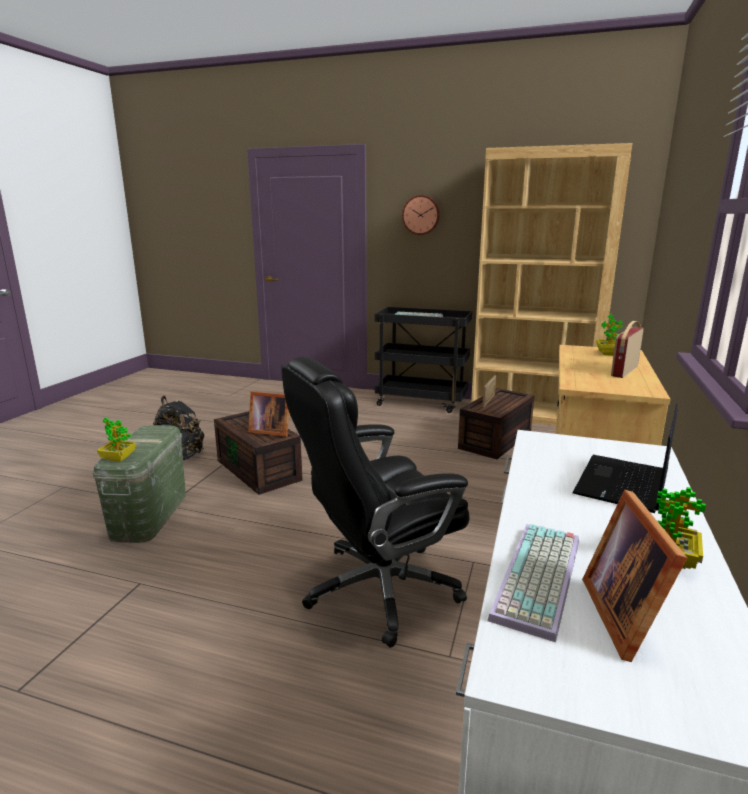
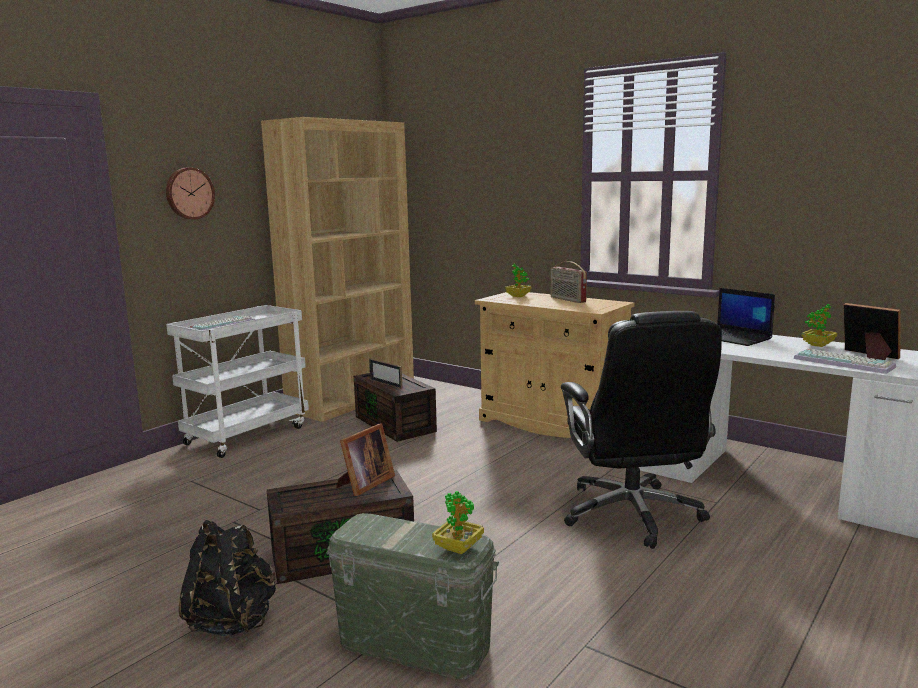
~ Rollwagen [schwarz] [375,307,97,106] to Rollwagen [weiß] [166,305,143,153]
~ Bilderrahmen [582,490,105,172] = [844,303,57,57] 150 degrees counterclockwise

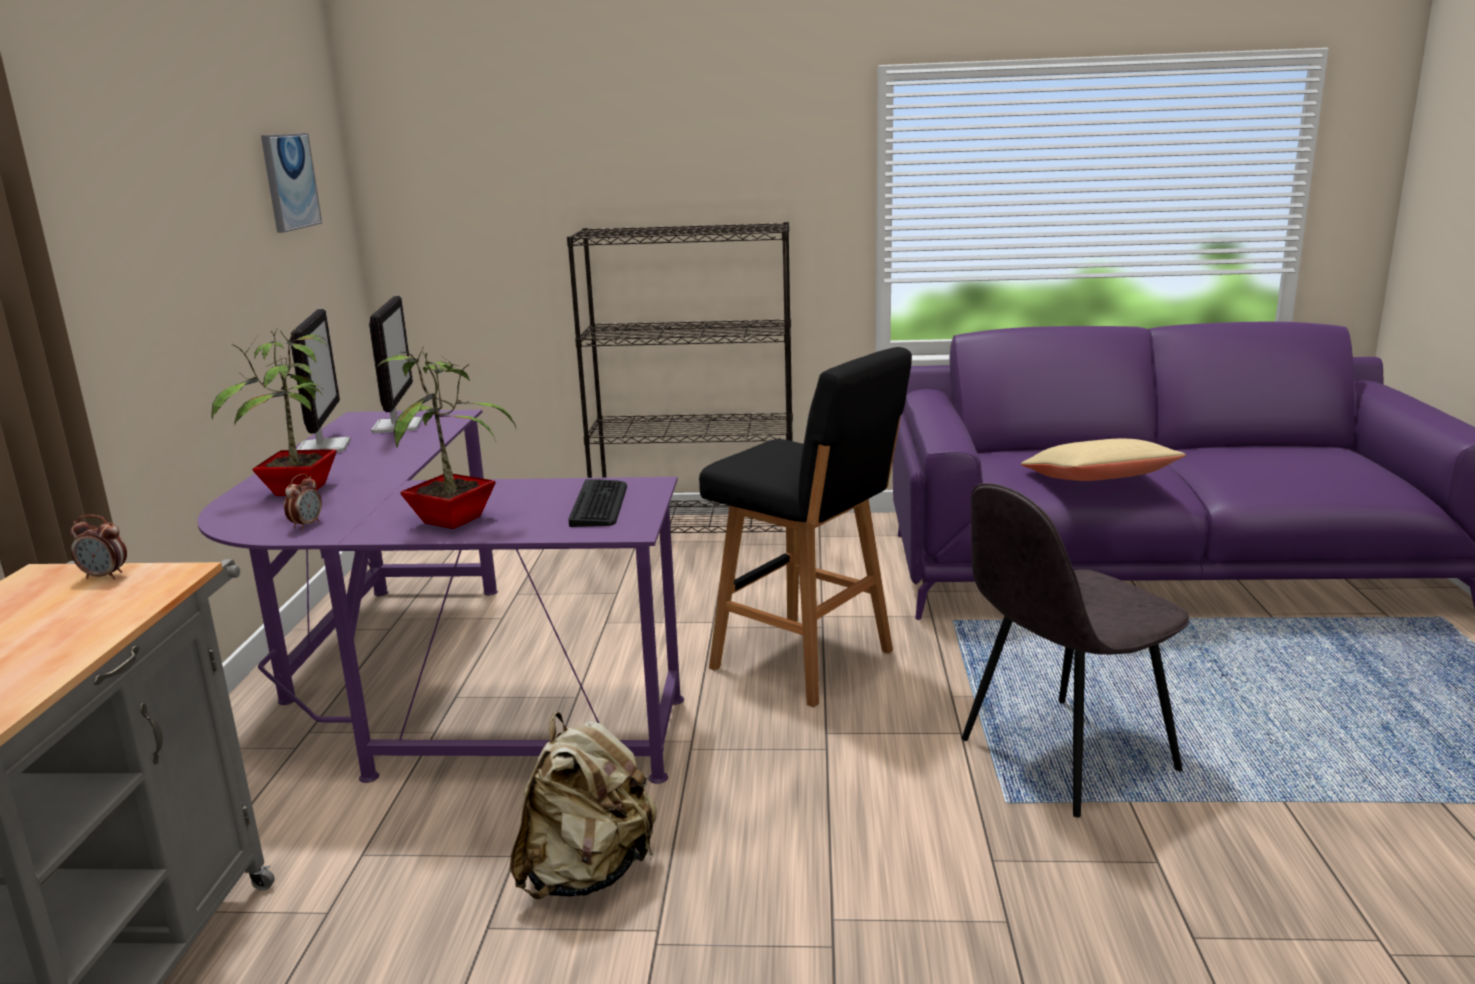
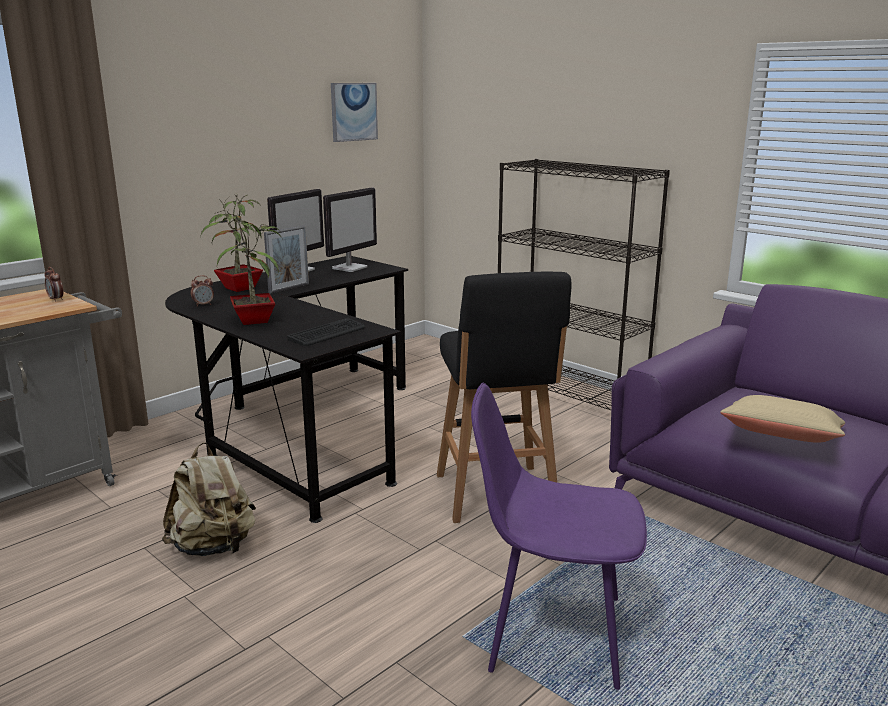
~ Schreibtisch [lila] [197,410,487,374] to Schreibtisch [schwarz] [165,256,243,267]
~ Stuhl [grau] [962,483,227,334] to Stuhl [lila] [471,383,176,307]
+ Bilderrahmen [264,225,45,69]

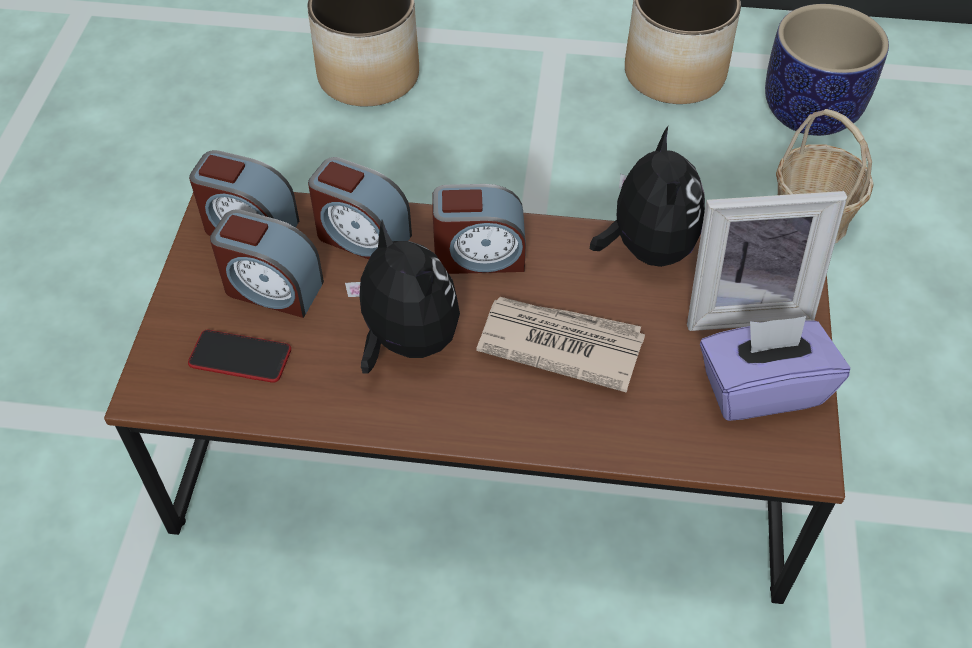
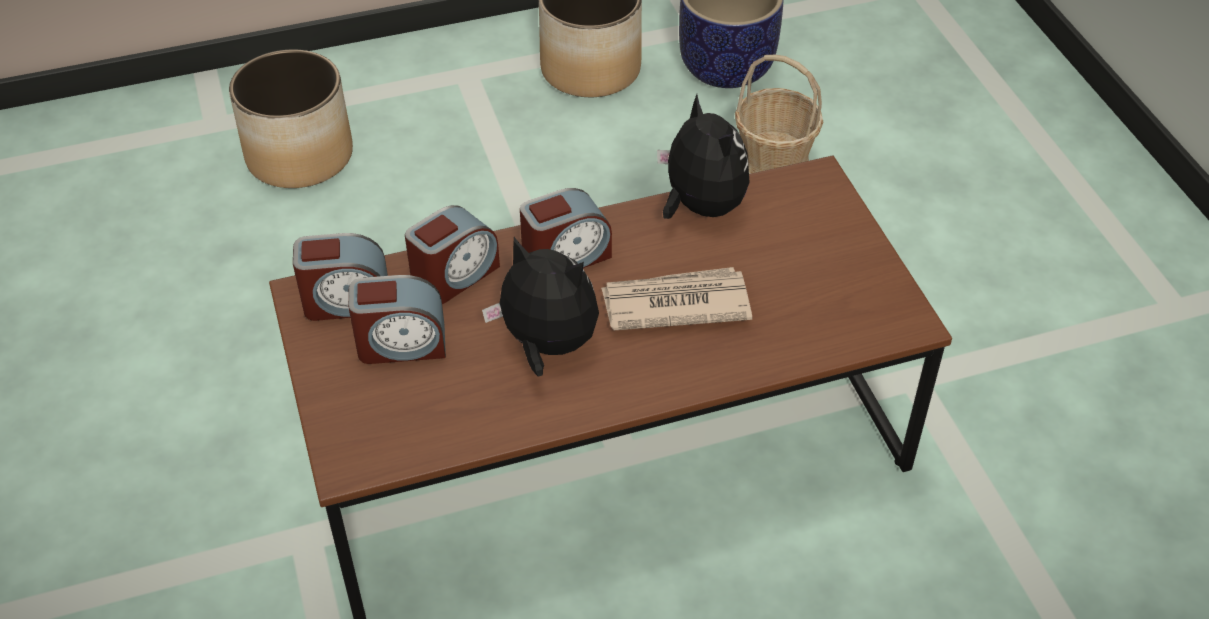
~ Wecker [308,157,104,102] = [405,205,95,99] 45 degrees counterclockwise
- Bilderrahmen [687,191,160,140]
- Taschentuchbox [lila] [700,316,150,105]
- Handy [188,330,103,53]

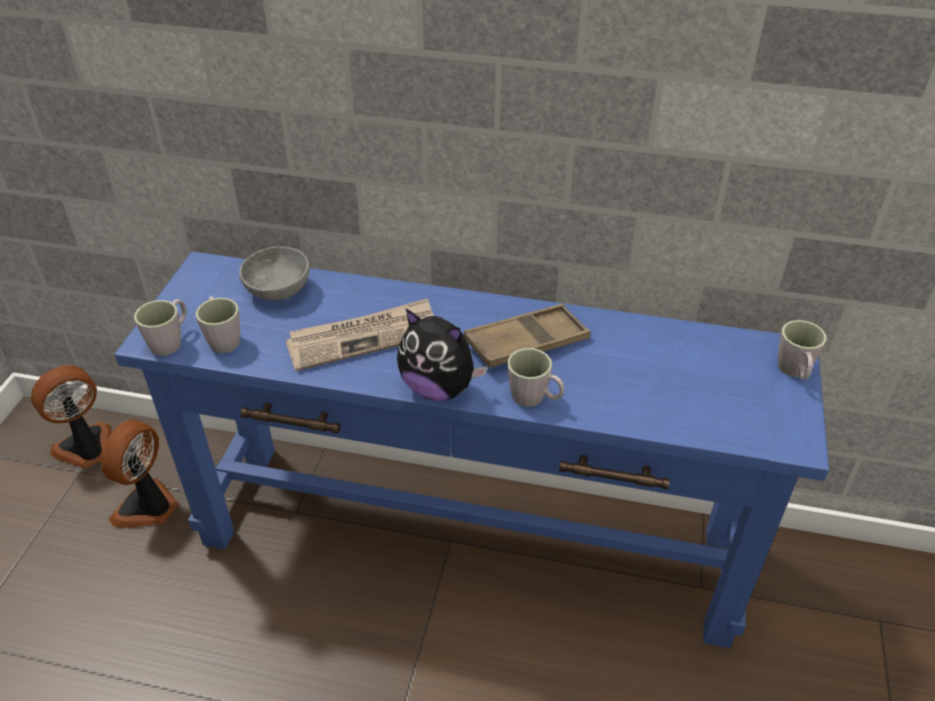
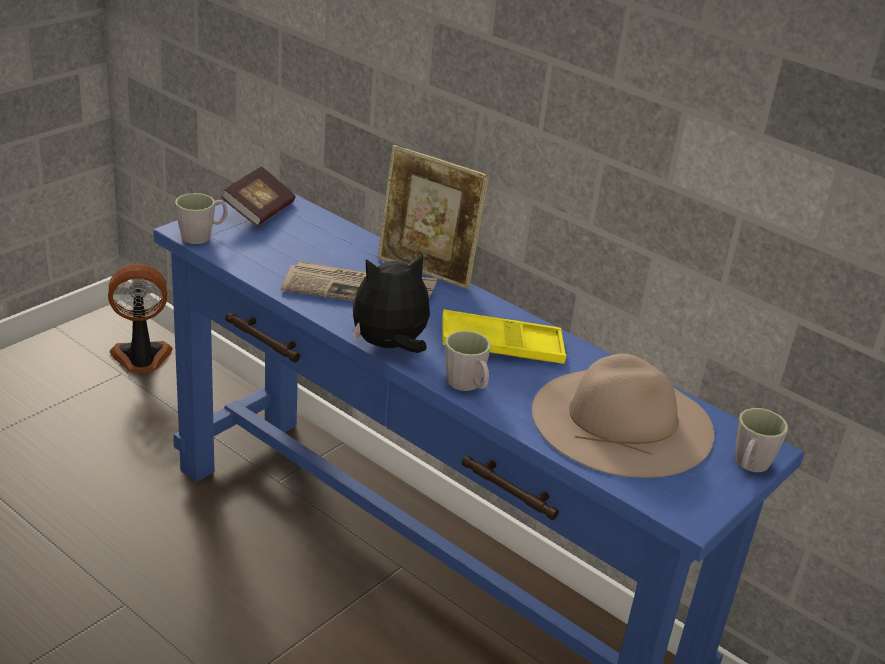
- Schüssel [grau] [239,246,71,54]
- Henkelbecher [grau] [196,297,44,56]
~ Tablett [braun] [464,304,127,64] to Tablett [gelb] [442,309,124,55]
~ Plüschtier [397,309,91,92] = [353,255,77,98] 105 degrees clockwise
- Ventilator [101,420,78,108]
+ Bilderrahmen [378,145,111,144]
+ Buch [221,166,74,60]
+ Hut [beige] [532,354,183,124]

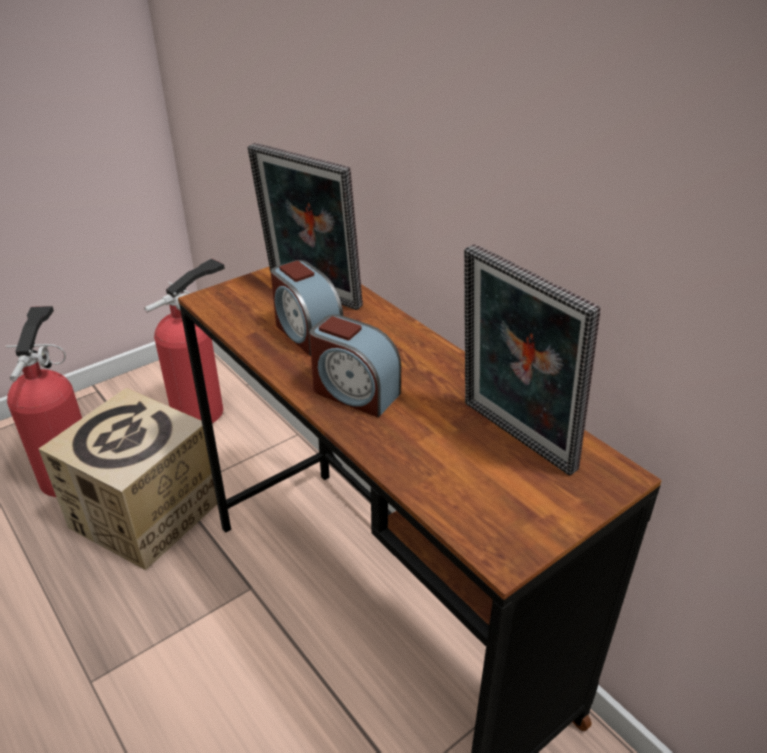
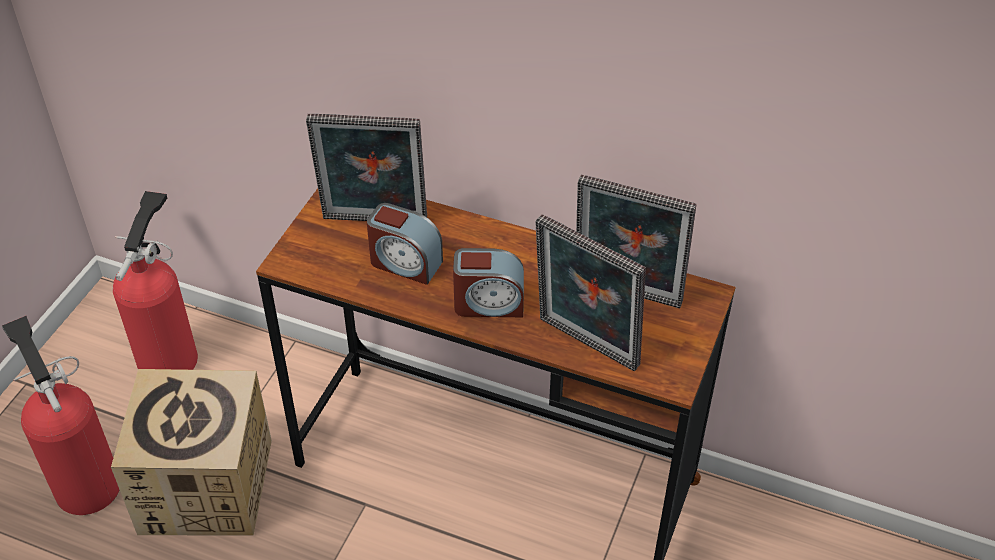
+ Bilderrahmen [536,214,110,157]

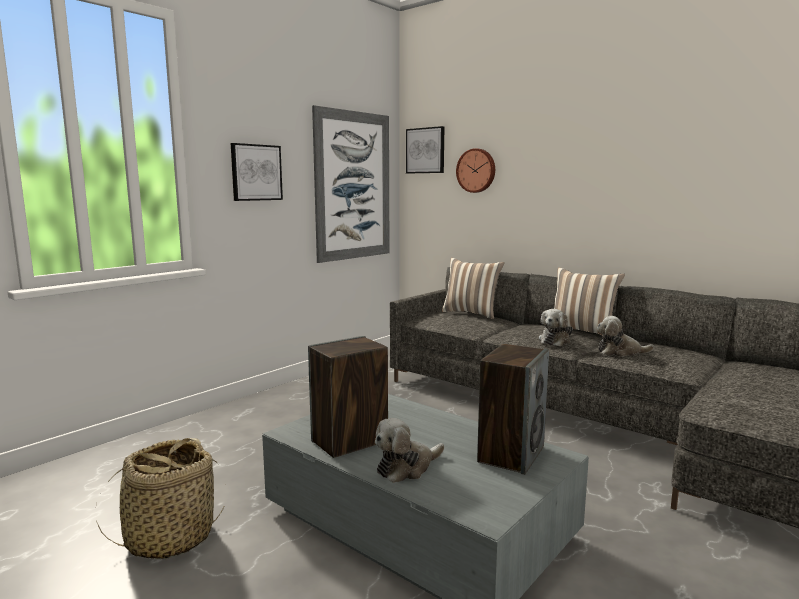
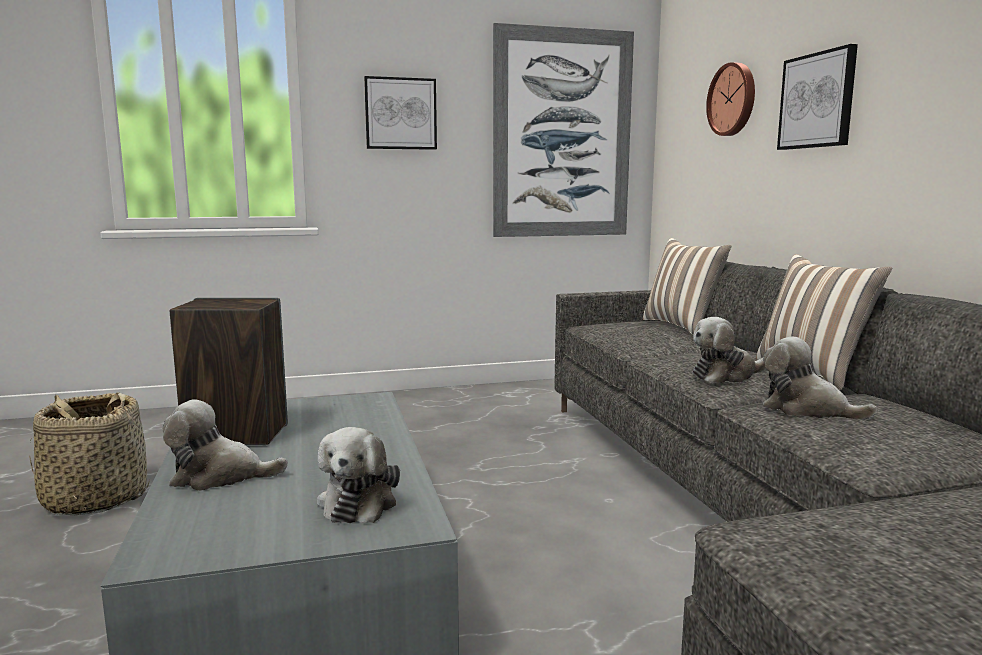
~ Bild [406,126,38,47] to [777,44,81,106]
~ Lautsprecher [477,344,72,131] to Plüschtier [317,427,83,96]

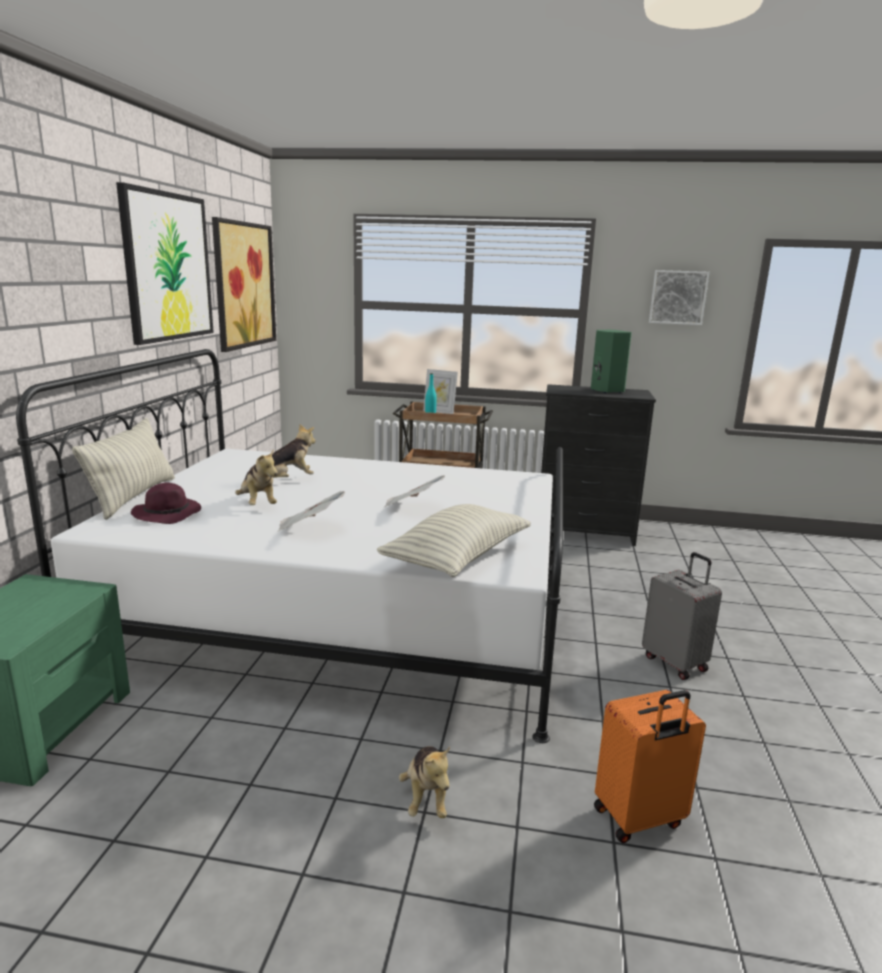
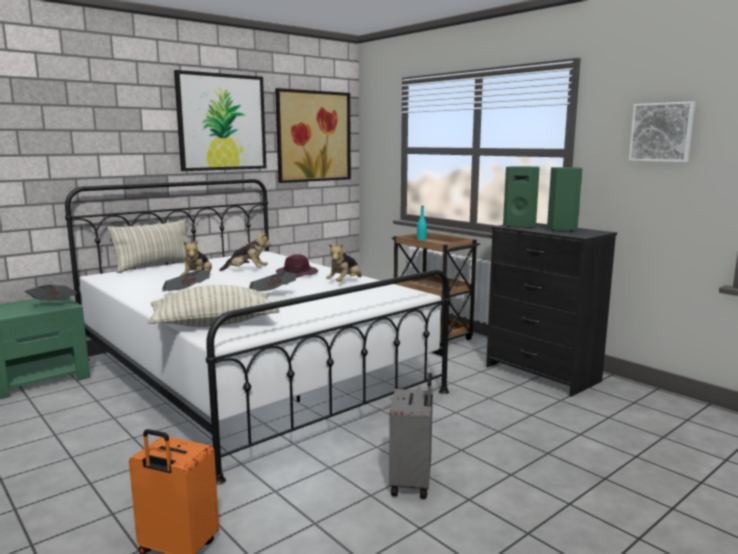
- Bilderrahmen [423,369,35,45]
~ Hut [lila] [131,483,70,41] to [276,254,42,24]
~ Plüschtier [399,746,51,72] to [326,243,36,39]
+ Lautsprecher [grün] [503,166,37,62]
+ Zeitung [24,285,53,16]

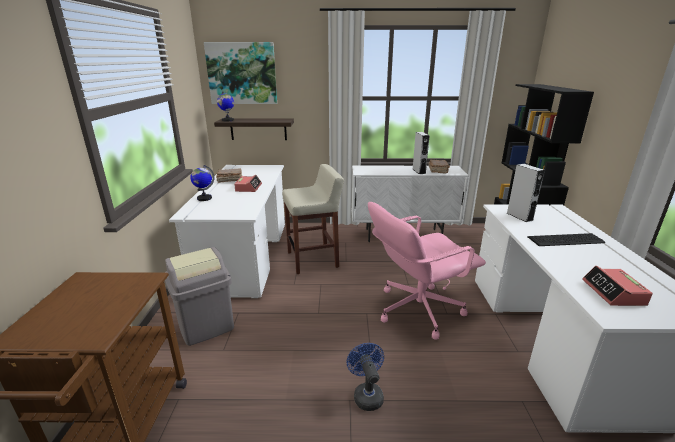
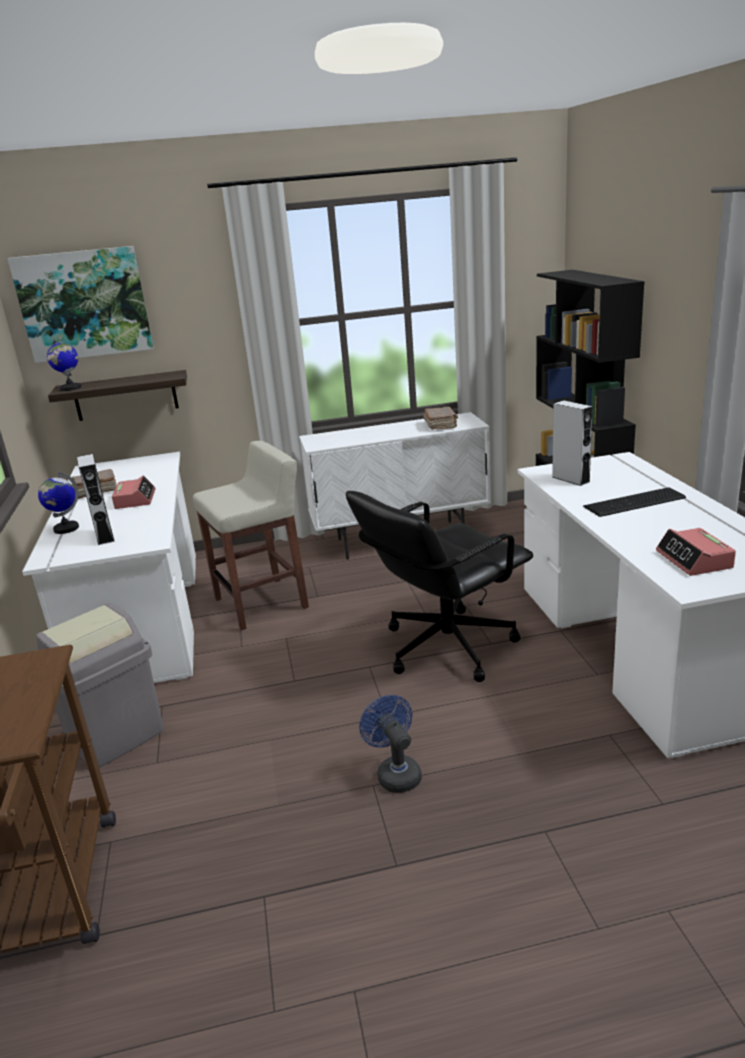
~ Lautsprecher [grau] [413,132,17,42] to [77,454,38,91]
~ Bürostuhl [rosa] [368,202,118,138] to Bürostuhl [schwarz] [346,491,187,191]

